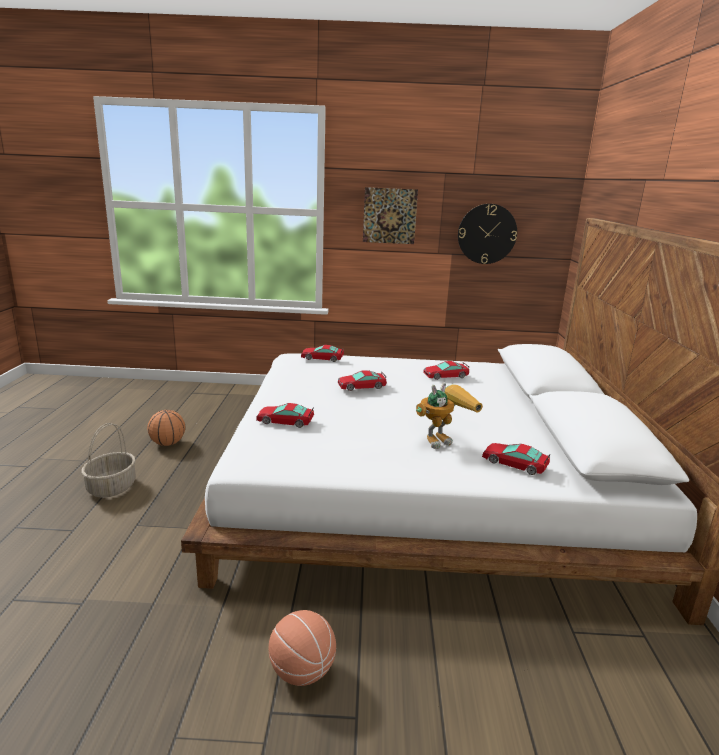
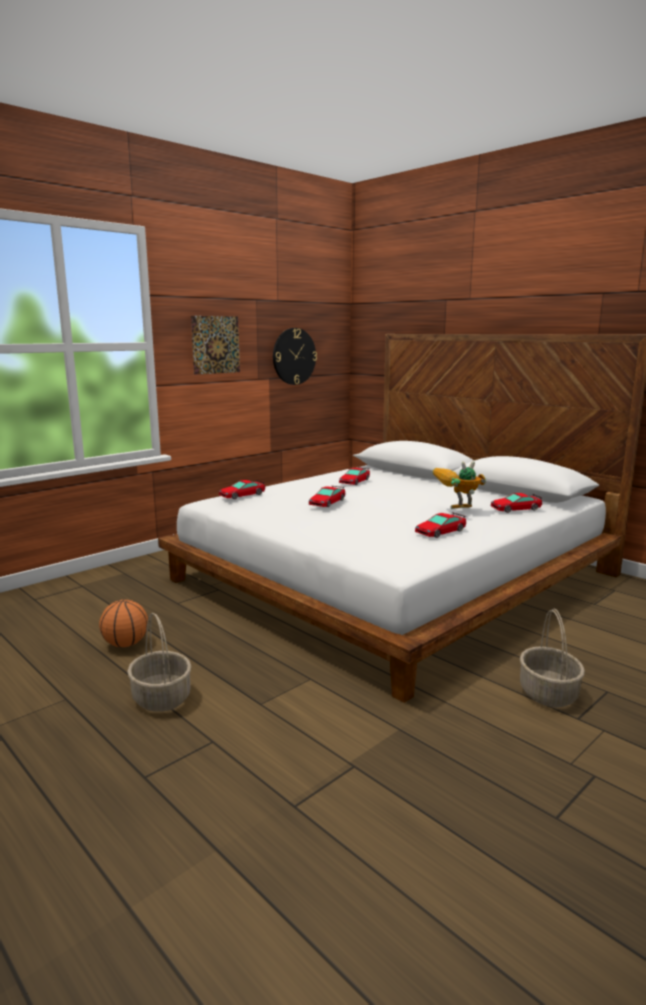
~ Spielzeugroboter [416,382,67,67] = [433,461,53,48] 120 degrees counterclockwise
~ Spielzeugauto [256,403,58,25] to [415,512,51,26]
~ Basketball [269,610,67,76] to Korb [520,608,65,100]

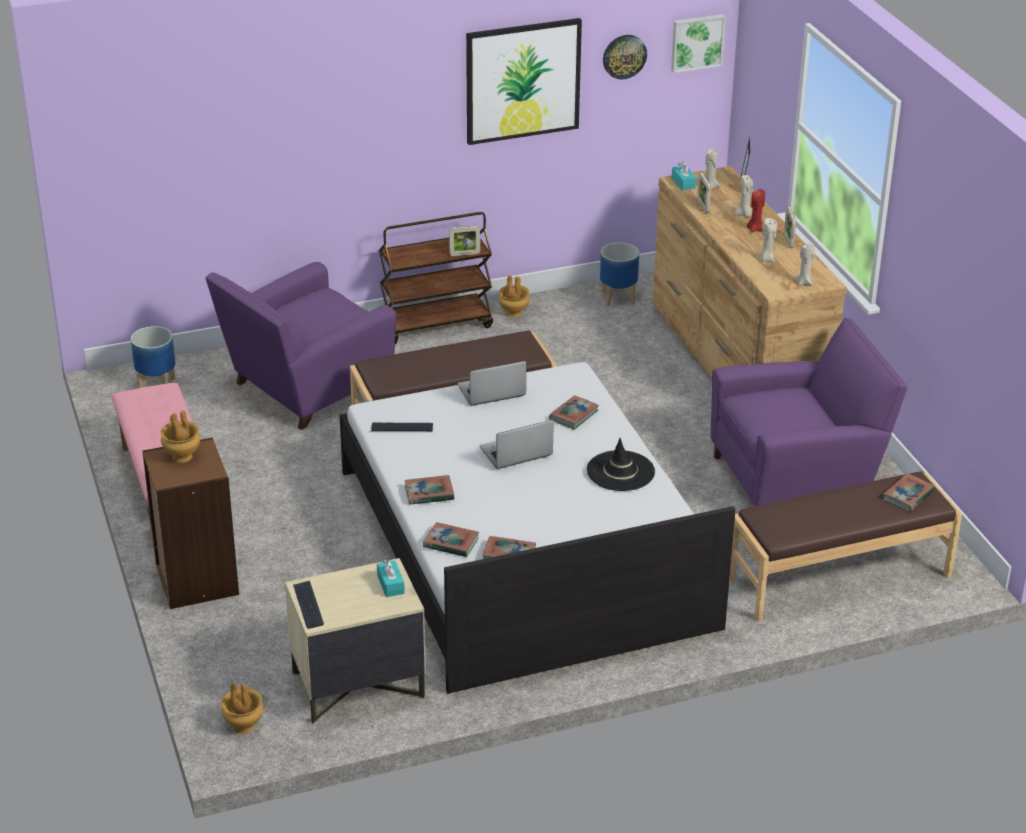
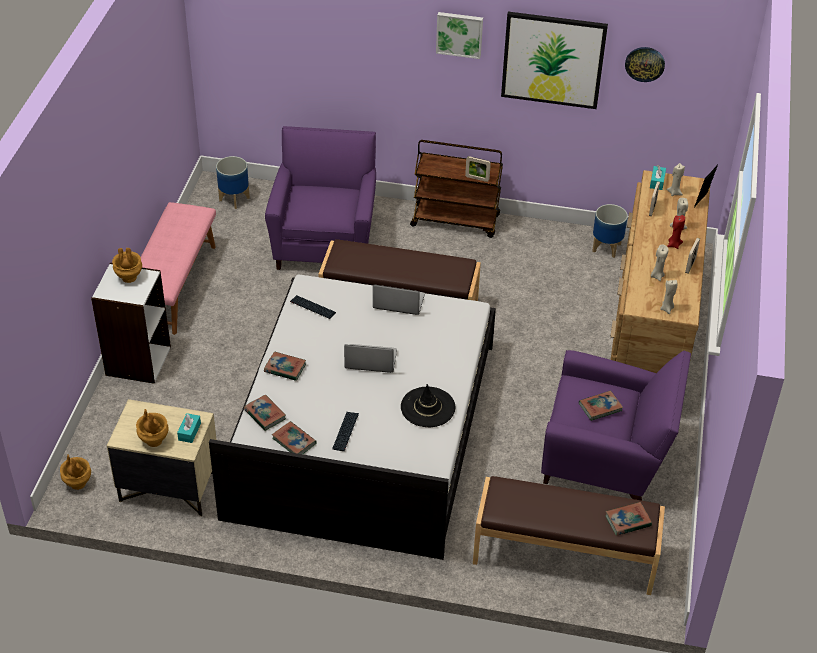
~ Bild [671,14,55,59] to [436,12,47,47]
~ Sessel [lila] [206,262,191,168] = [265,126,111,144] 105 degrees clockwise
~ Vase [braun] [499,275,31,42] to [136,409,33,38]
~ Buch [549,396,50,33] to [579,391,44,30]
~ Bücherregal [braun] [142,438,97,171] to Bücherregal [weiß] [91,263,80,121]
~ Tastatur [293,581,31,48] to [332,412,27,39]

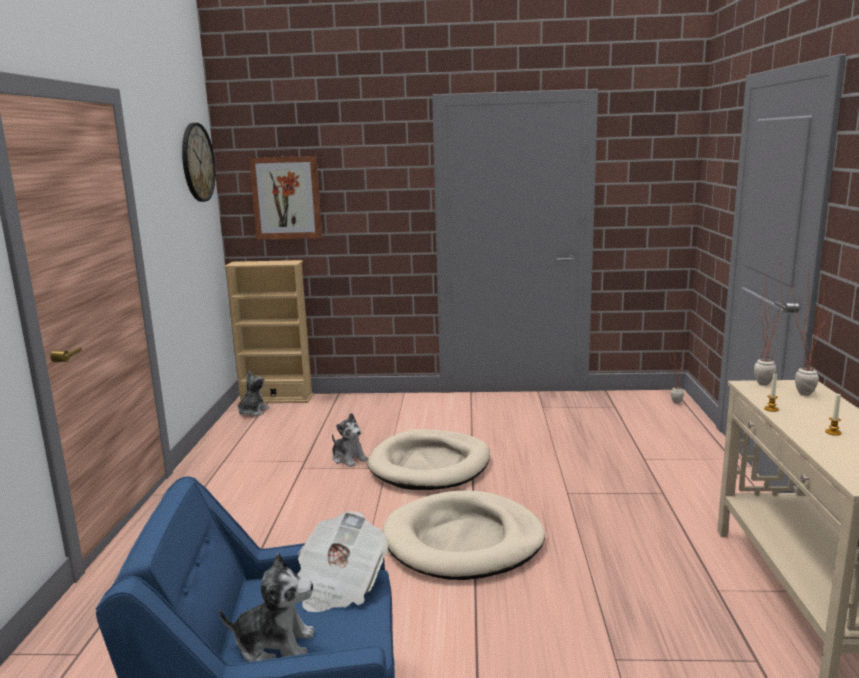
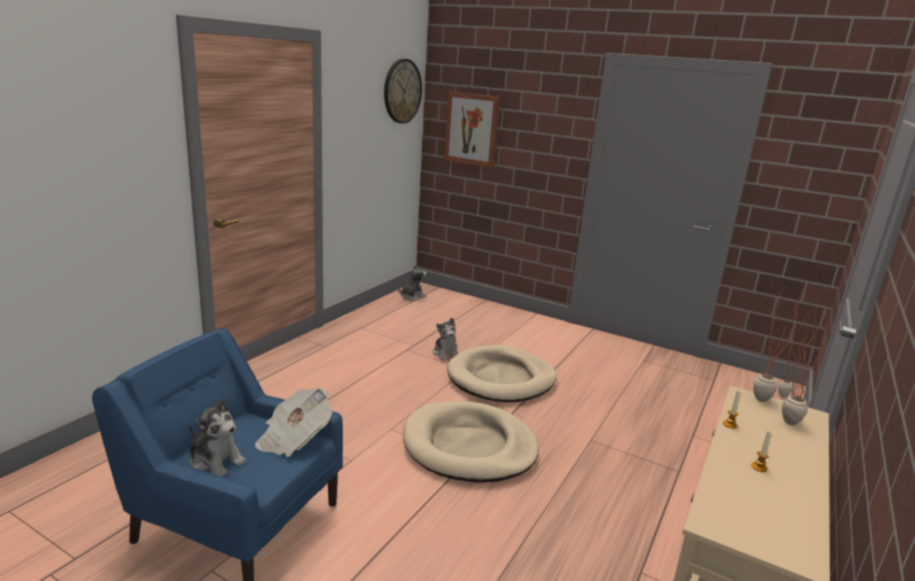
- Bücherregal [beige] [224,260,89,143]

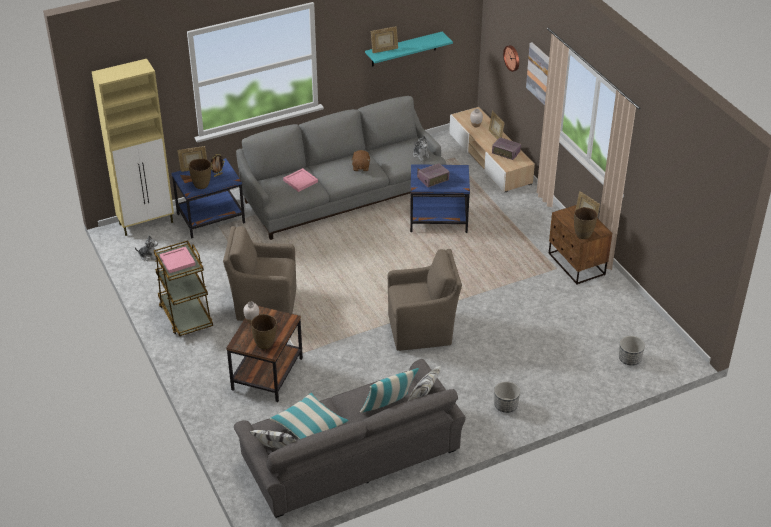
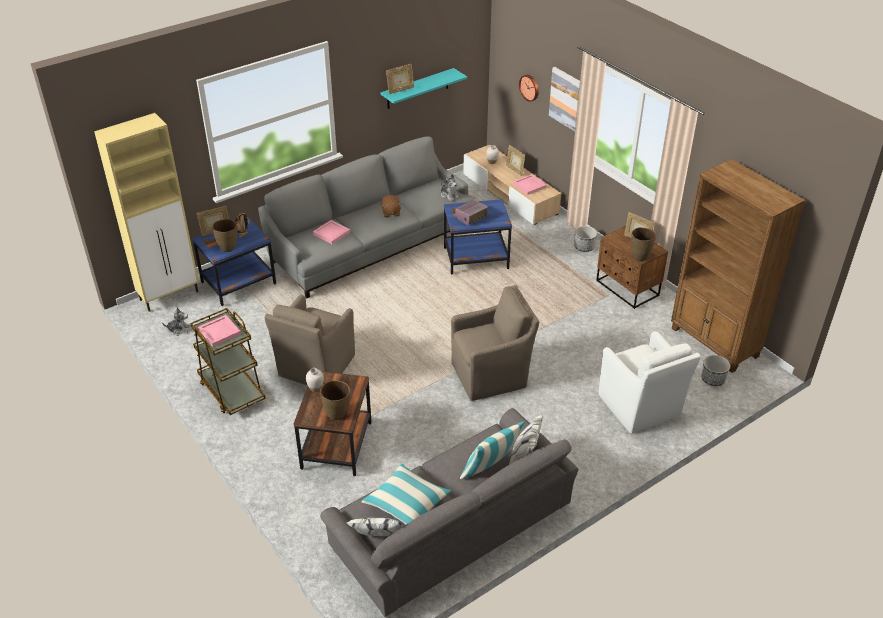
~ Radio [492,137,29,23] to Tablett [rosa] [513,174,34,21]
~ Sessel [braun] [223,226,73,95] = [264,295,91,90] 60 degrees counterclockwise
~ Pflanzkübel [494,381,26,32] to [574,226,23,26]
+ Bücherregal [braun] [671,159,134,214]
+ Sessel [weiß] [598,331,103,103]

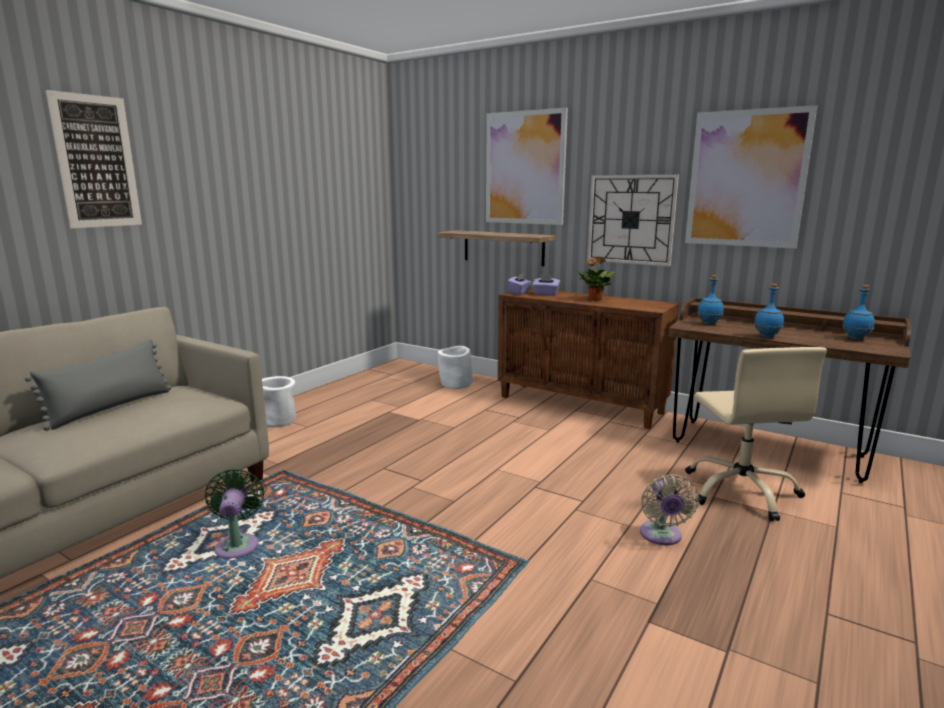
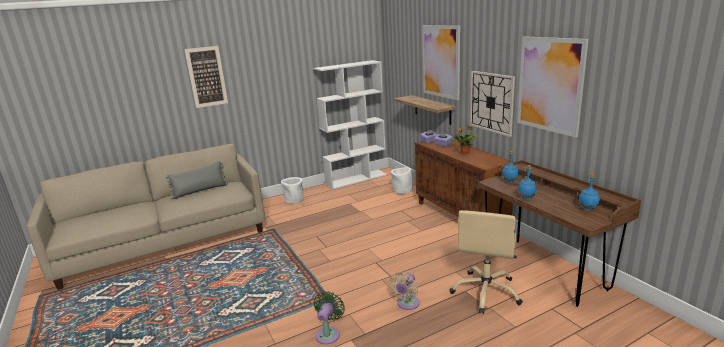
~ Ventilator [grün] [205,469,59,90] to [314,291,31,53]
+ Bücherregal [weiß] [314,60,73,130]

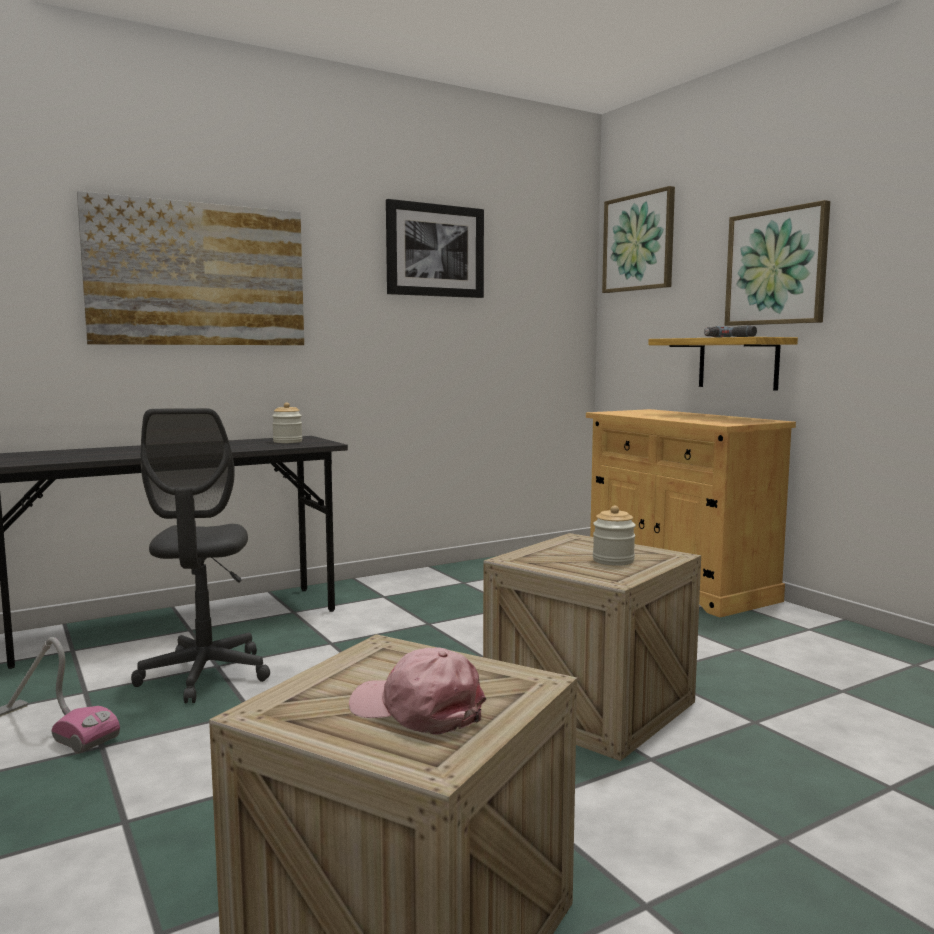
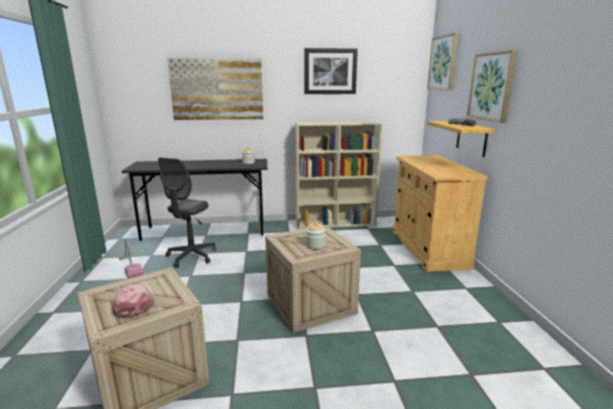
+ Bücherregal [beige] [295,122,88,107]

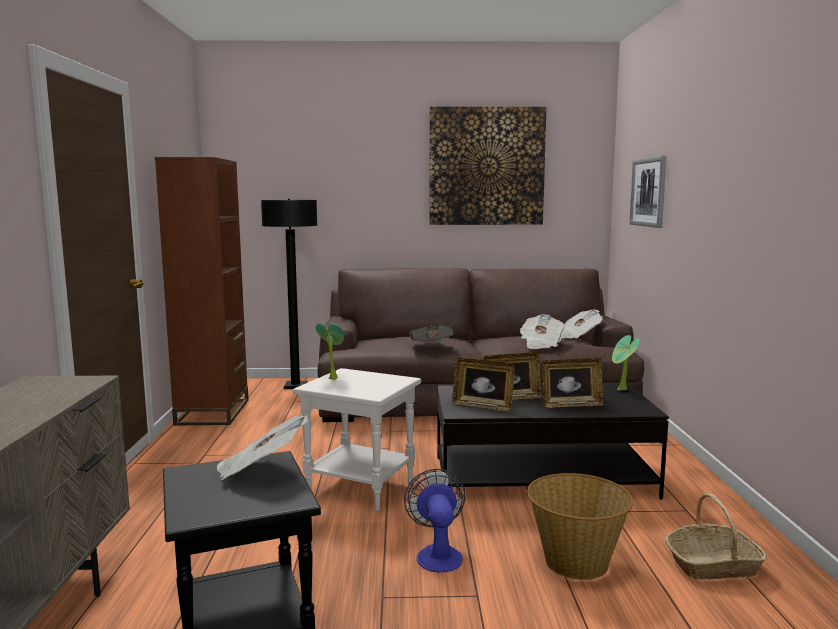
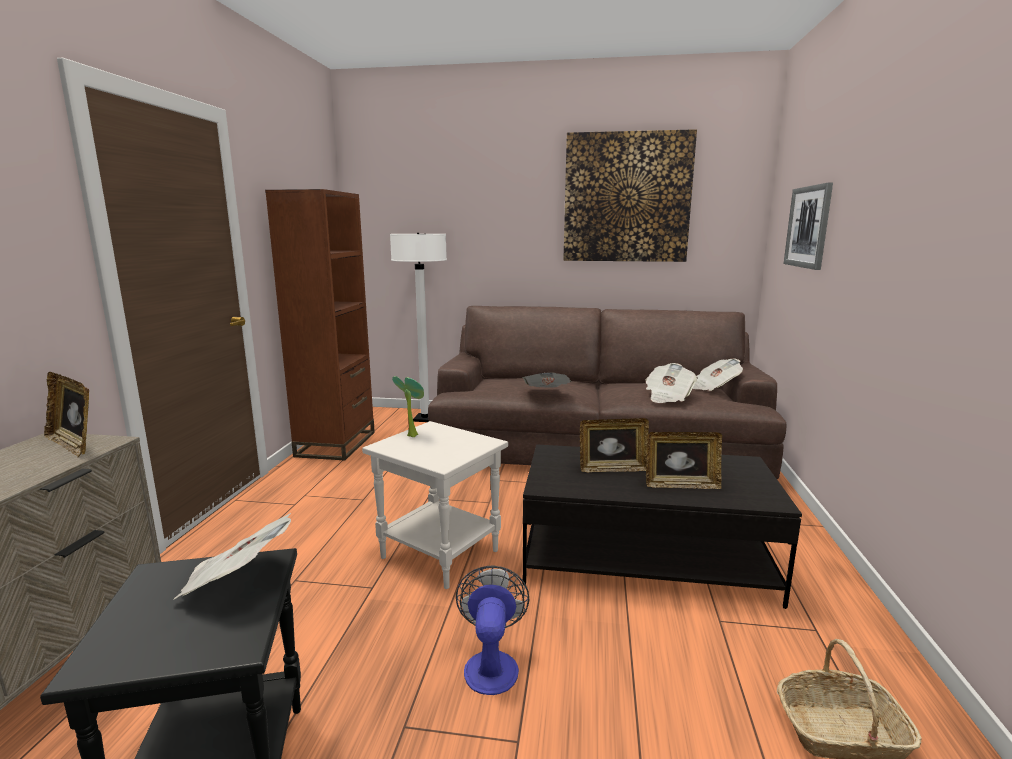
~ Stehlampe [schwarz] [261,199,57,190] to Stehlampe [weiß] [390,233,57,189]
- Topfpflanze [612,335,28,56]
~ Bilderrahmen [452,358,63,54] to [44,372,46,85]
- Korb [527,473,107,107]

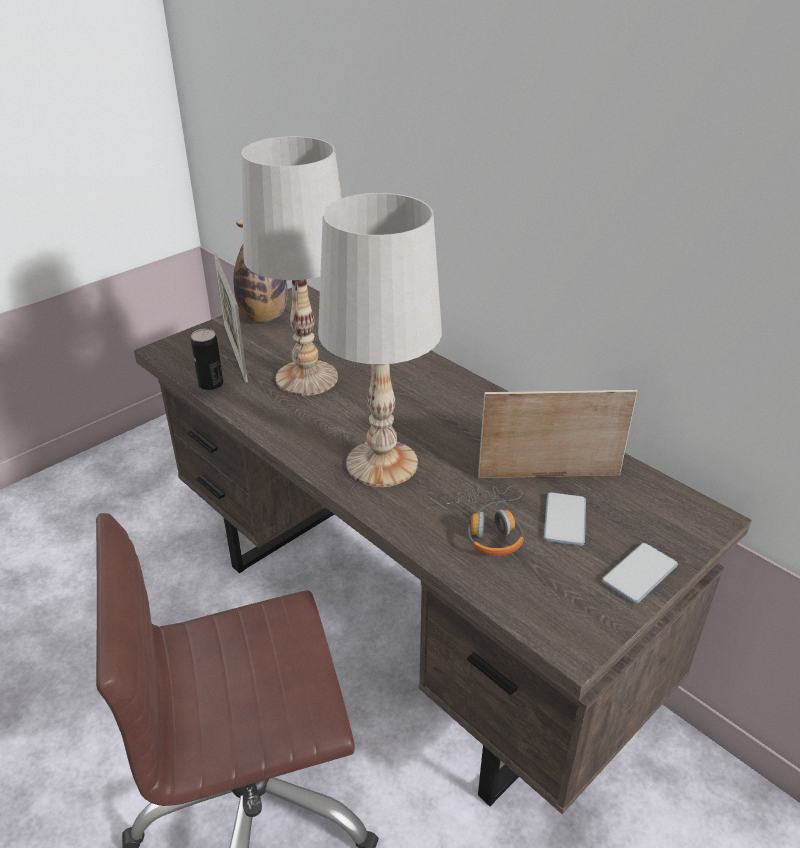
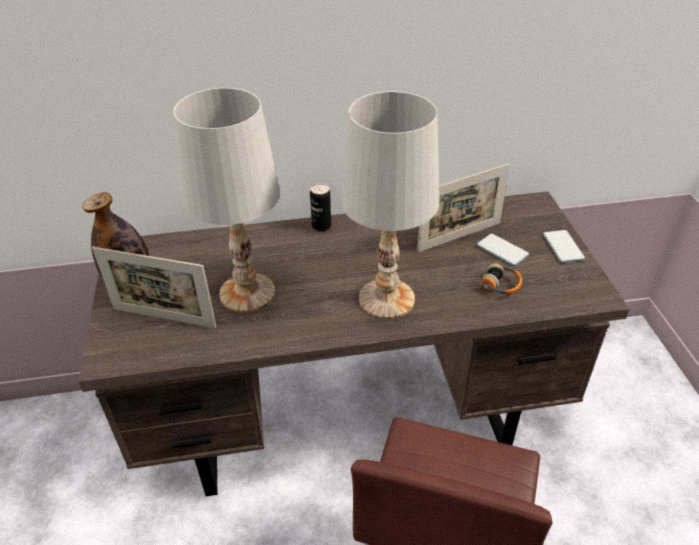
~ Dose [191,329,33,61] to [310,183,21,48]
~ Bilderrahmen [478,390,159,88] = [417,163,93,89] 150 degrees counterclockwise

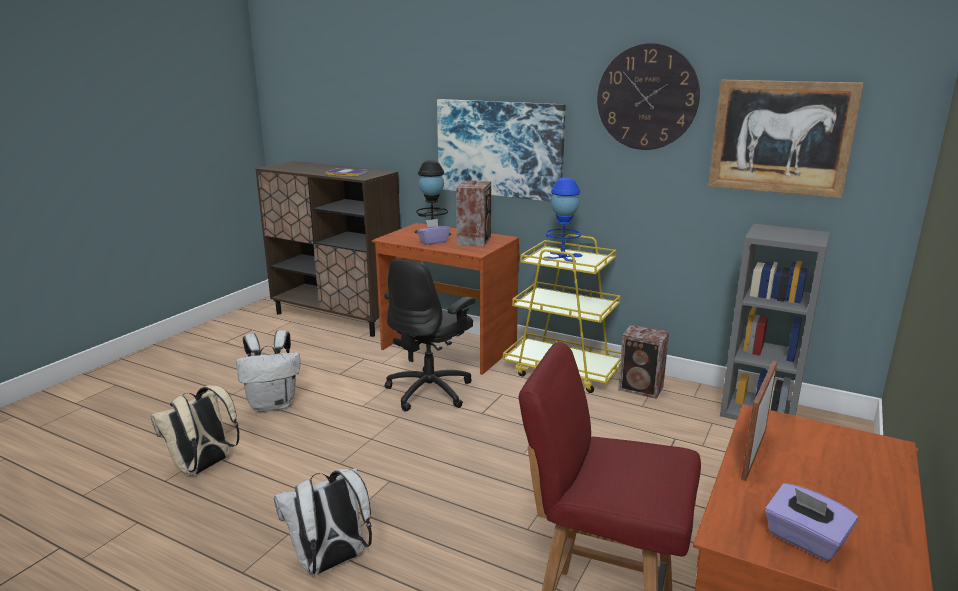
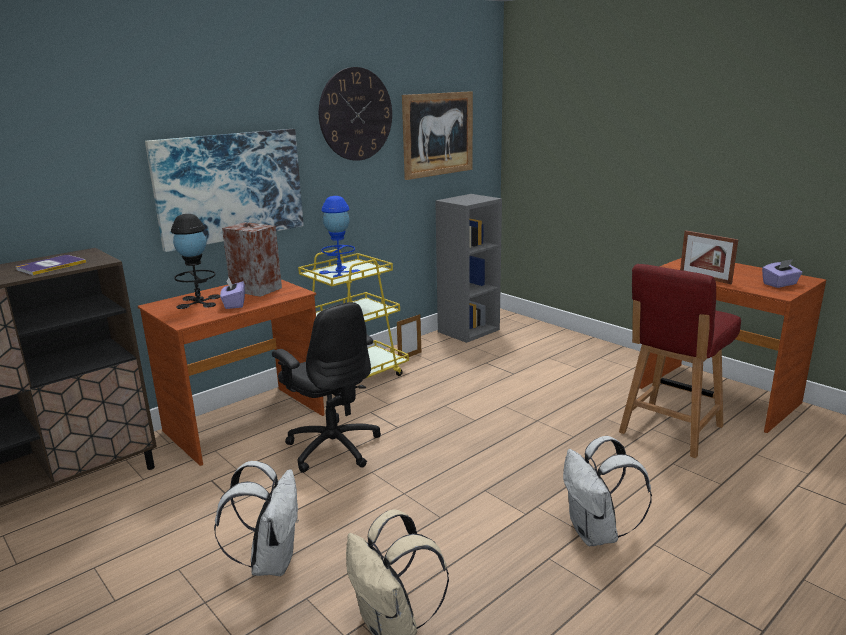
~ Lautsprecher [618,325,51,74] to Bilderrahmen [397,314,24,44]

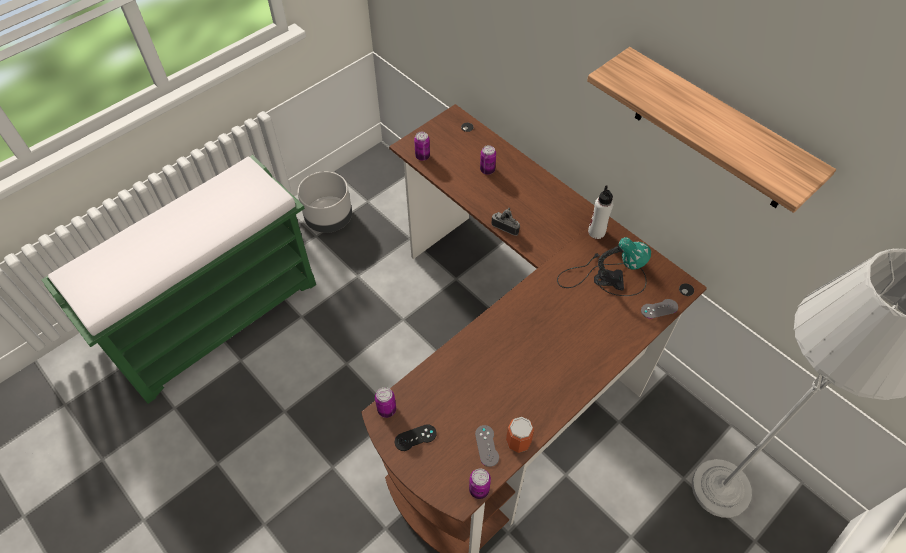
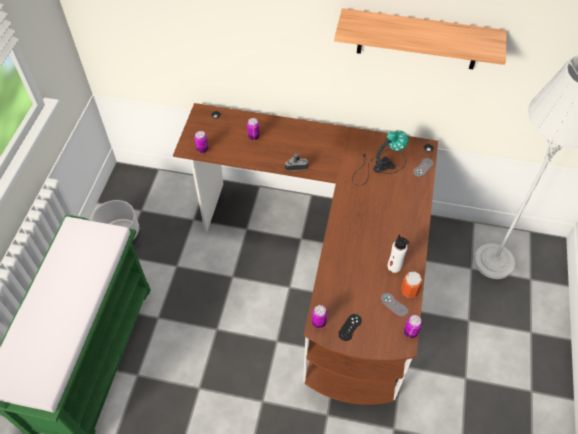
~ Flasche [weiß] [588,185,25,54] to [387,235,22,38]

